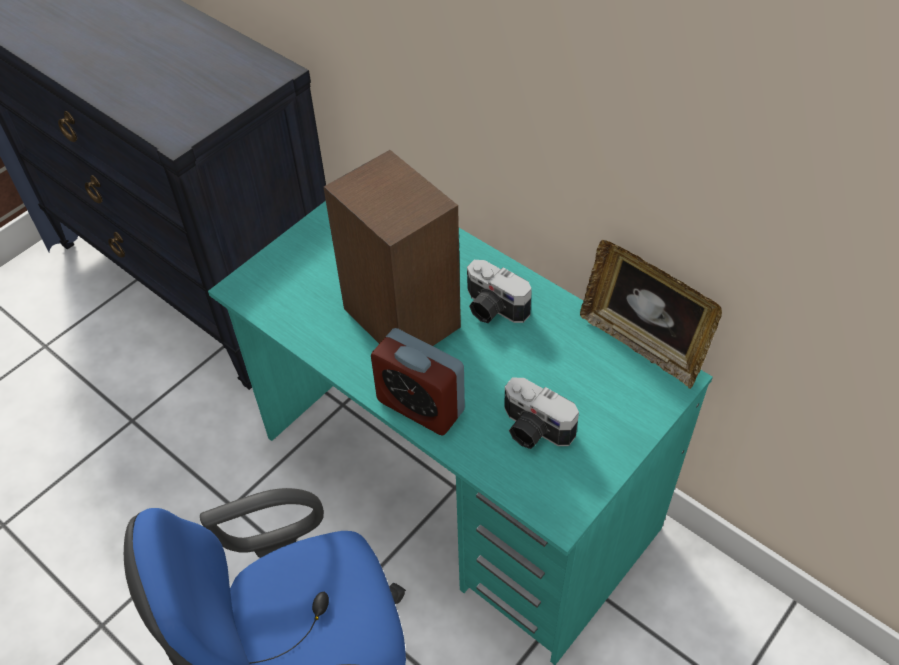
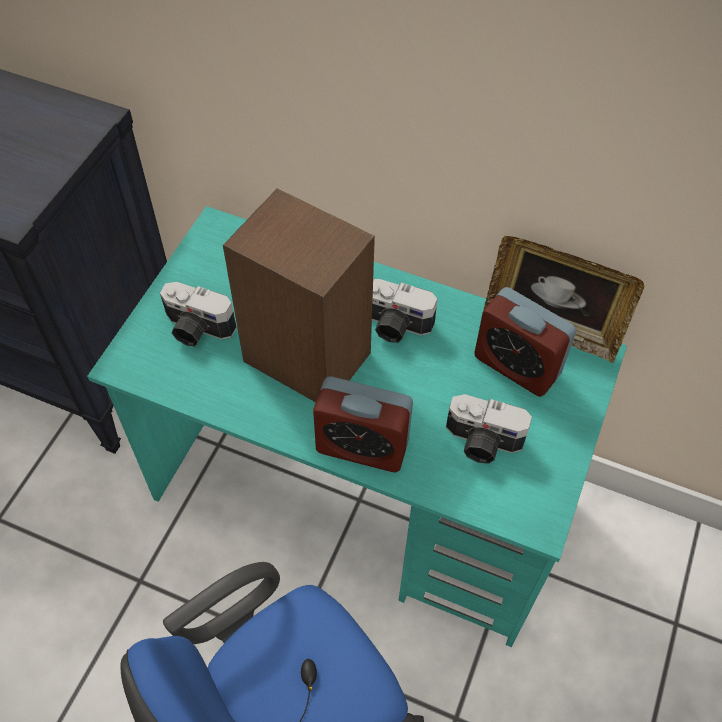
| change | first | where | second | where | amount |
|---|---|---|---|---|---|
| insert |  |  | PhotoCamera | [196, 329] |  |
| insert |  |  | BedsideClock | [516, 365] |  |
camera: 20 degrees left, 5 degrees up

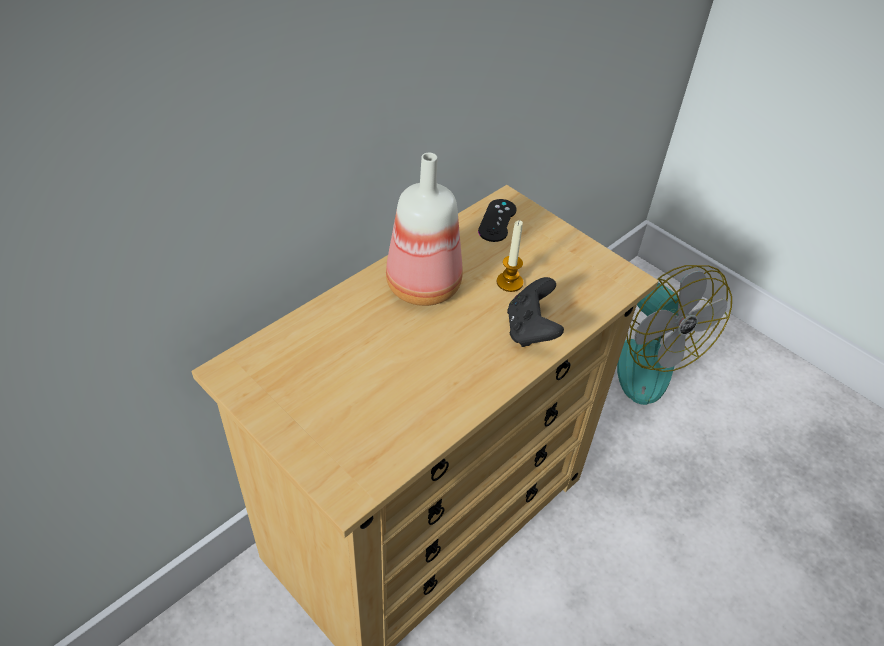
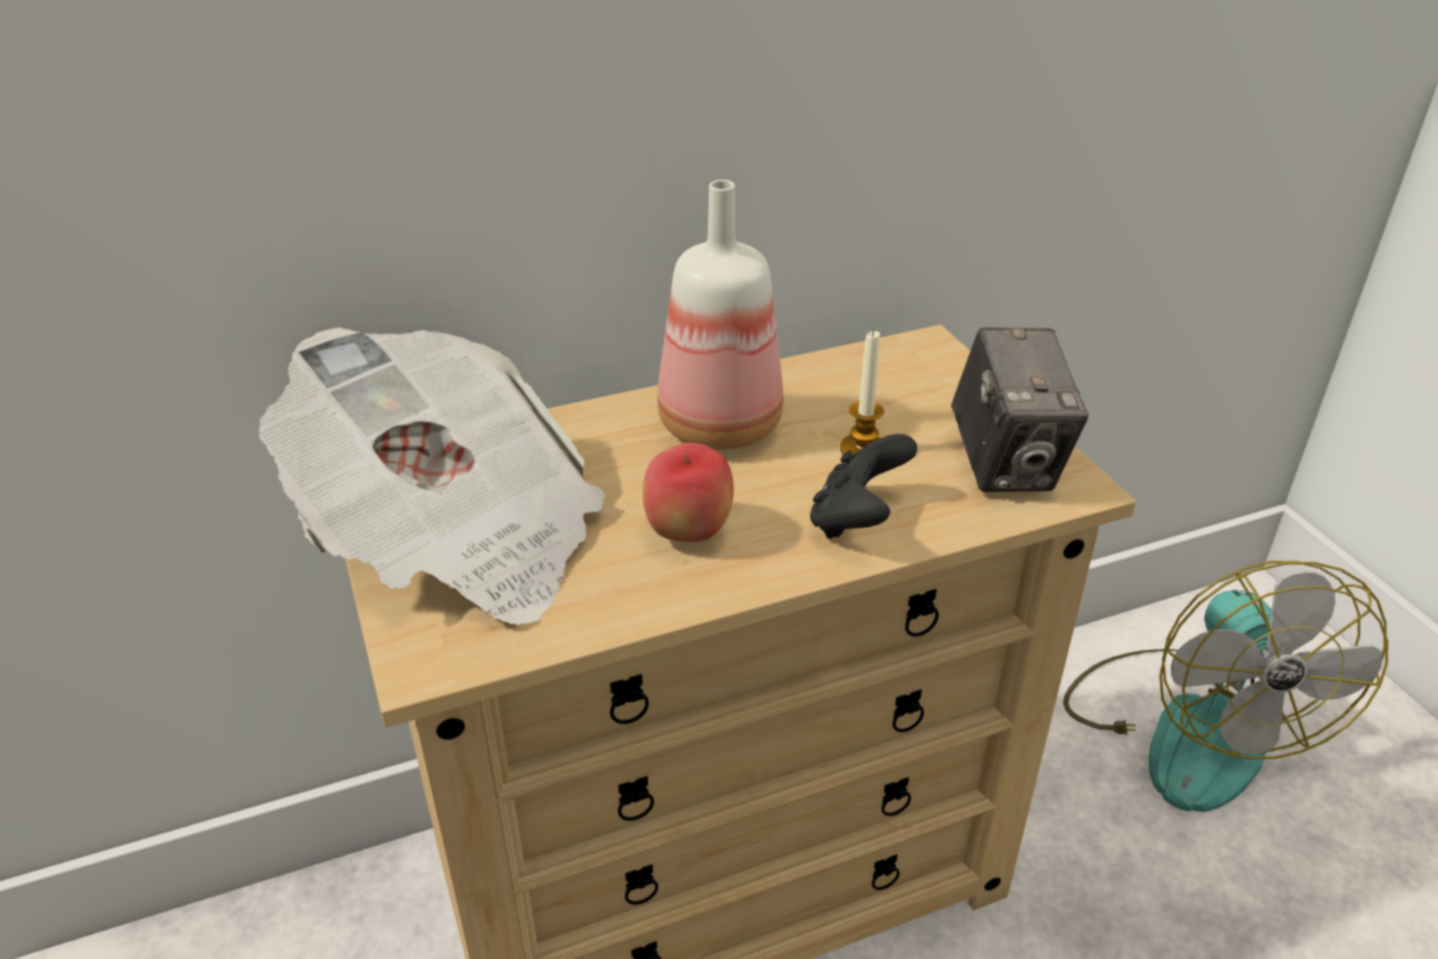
| change | first | where | second | where | amount |
|---|---|---|---|---|---|
| delete | BlackishGameController | [497, 220] |  |  |  |
| insert |  |  | Newspaper | [454, 535] |  |
| insert |  |  | WholeApple | [688, 532] |  |
| insert |  |  | PhotoCamera | [1006, 464] |  |
camera: 25 degrees right, 10 degrees down

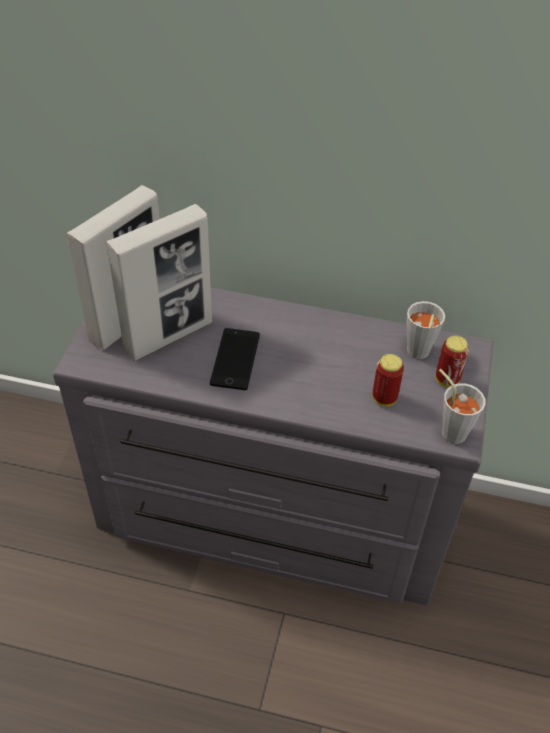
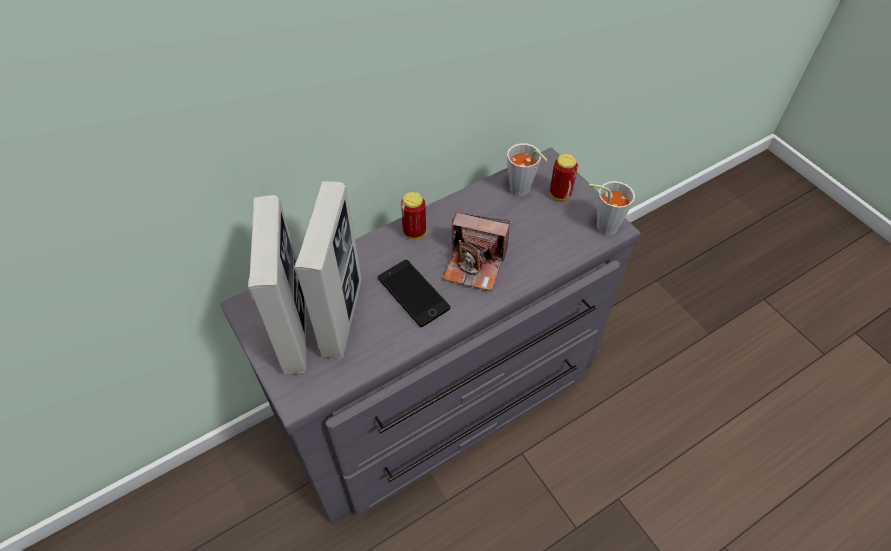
| change | first | where | second | where | amount |
|---|---|---|---|---|---|
| move | SealedCan | [384, 398] |  | [414, 232] |  |
| insert |  |  | PhotoCamera | [475, 264] |  |
camera: 45 degrees left, 5 degrees up

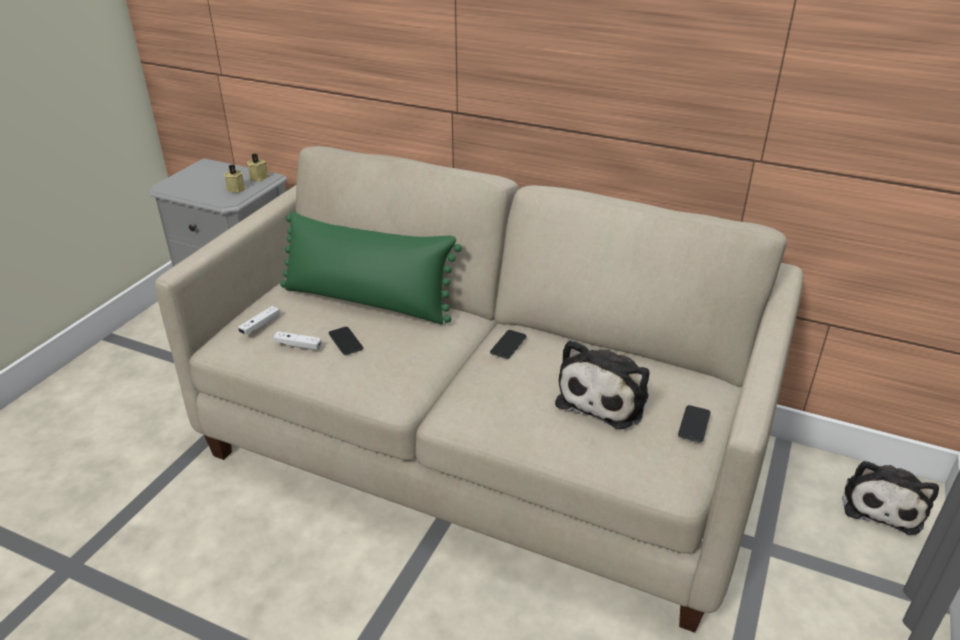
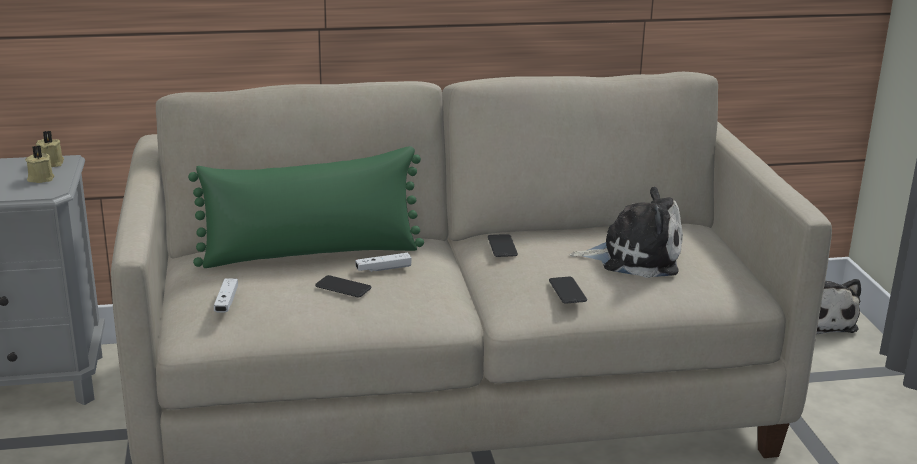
| change | first | where | second | where | amount |
|---|---|---|---|---|---|
| move | WhitishGameController | [298, 345] |  | [383, 269] |  |
| rotate | CuddlyToy | [605, 398] |  | [635, 257] | 75 degrees counterclockwise |
| move | Phone | [694, 424] |  | [567, 291] |  |
camera: 35 degrees left, 10 degrees down

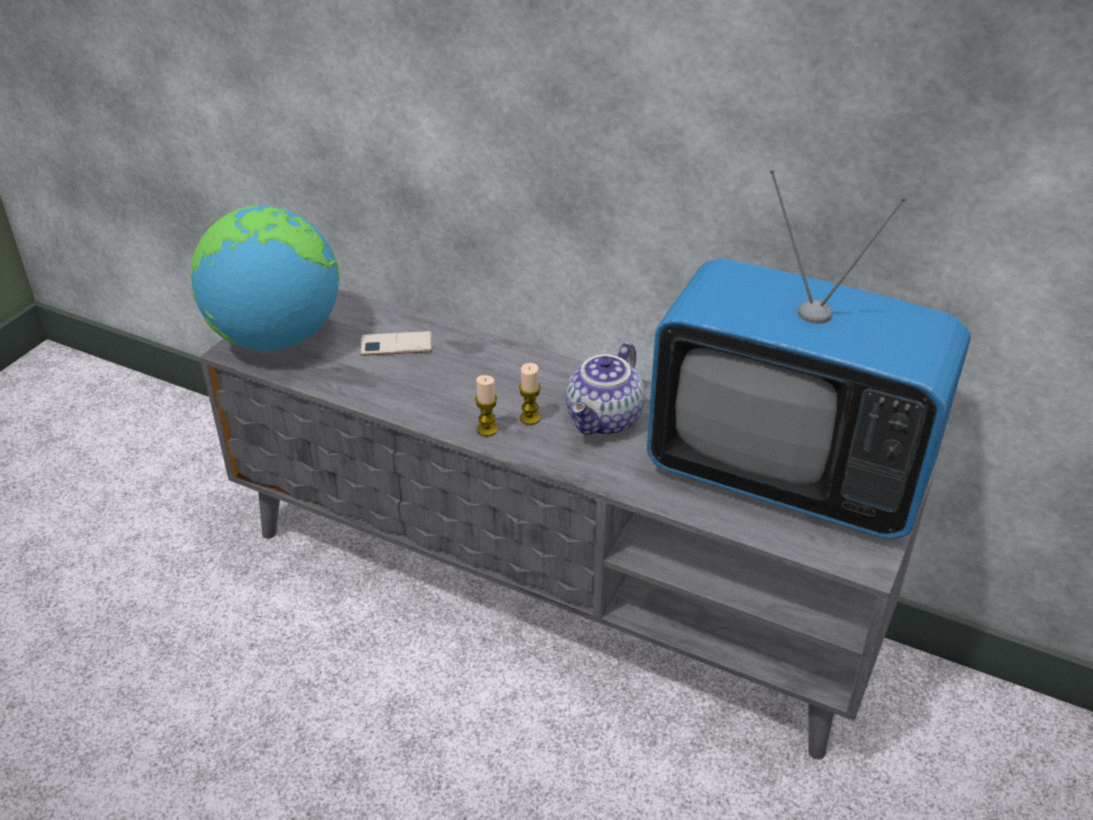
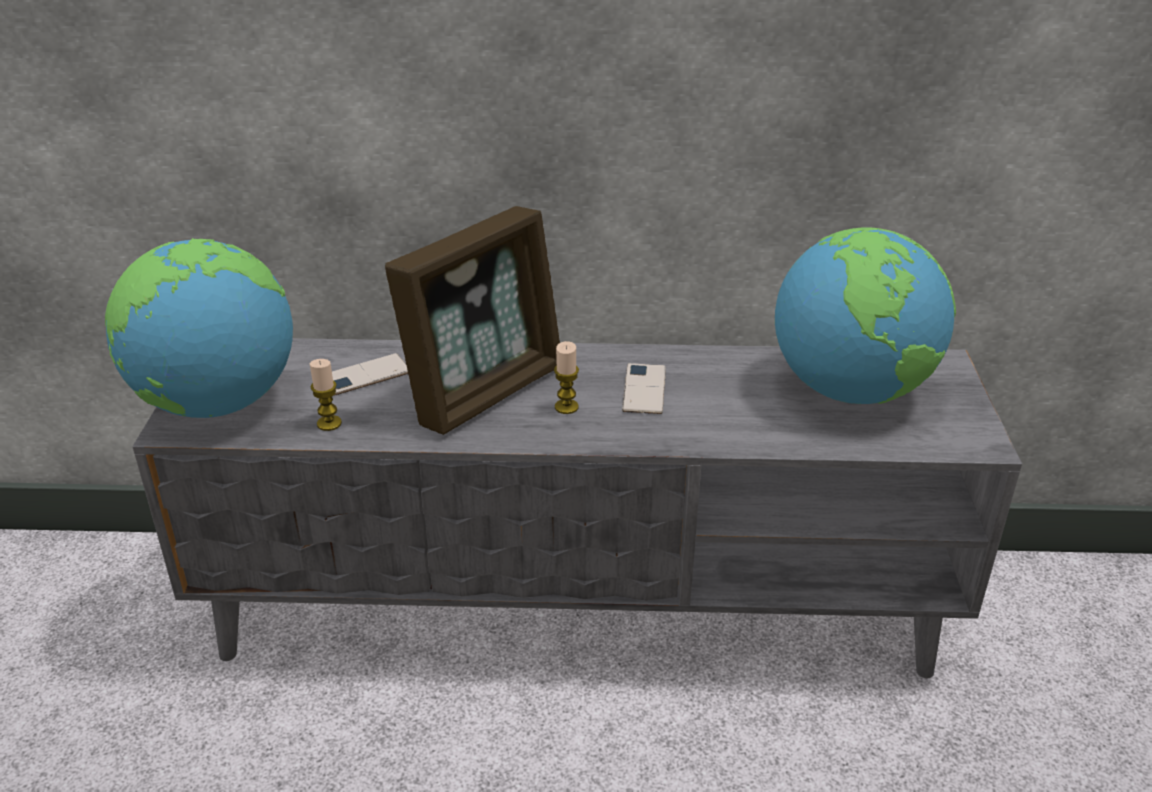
| change | first | where | second | where | amount |
|---|---|---|---|---|---|
| move | Candle | [487, 429] |  | [329, 423] |  |
| replace | TeaPot | [605, 420] | Phone | [644, 389] |  |
| replace | TvSet | [788, 474] | WorldGlobe | [851, 390] |  |
| insert |  |  | PhotoFrame | [485, 391] |  |
camera: 25 degrees left, 5 degrees down

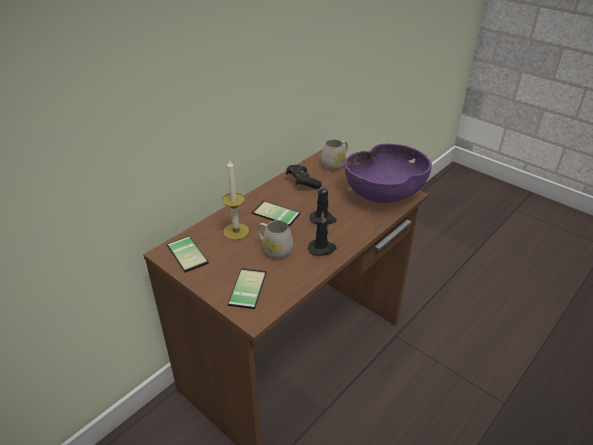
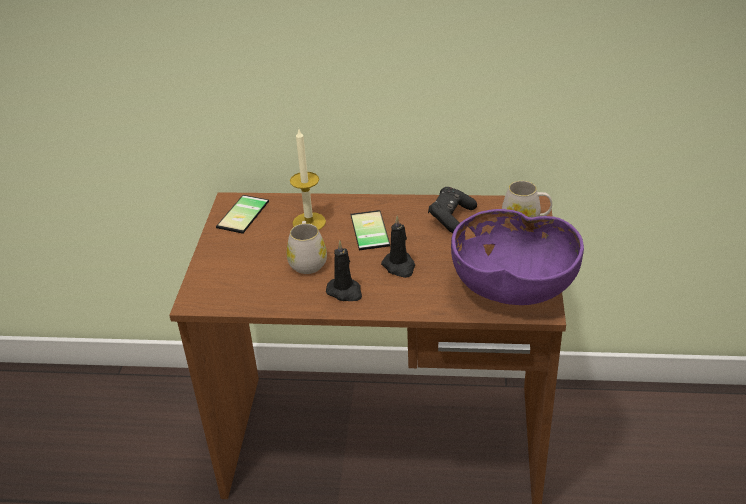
| change | first | where | second | where | amount |
|---|---|---|---|---|---|
| delete | Phone | [245, 288] |  |  |  |
camera: 55 degrees right, 0 degrees up

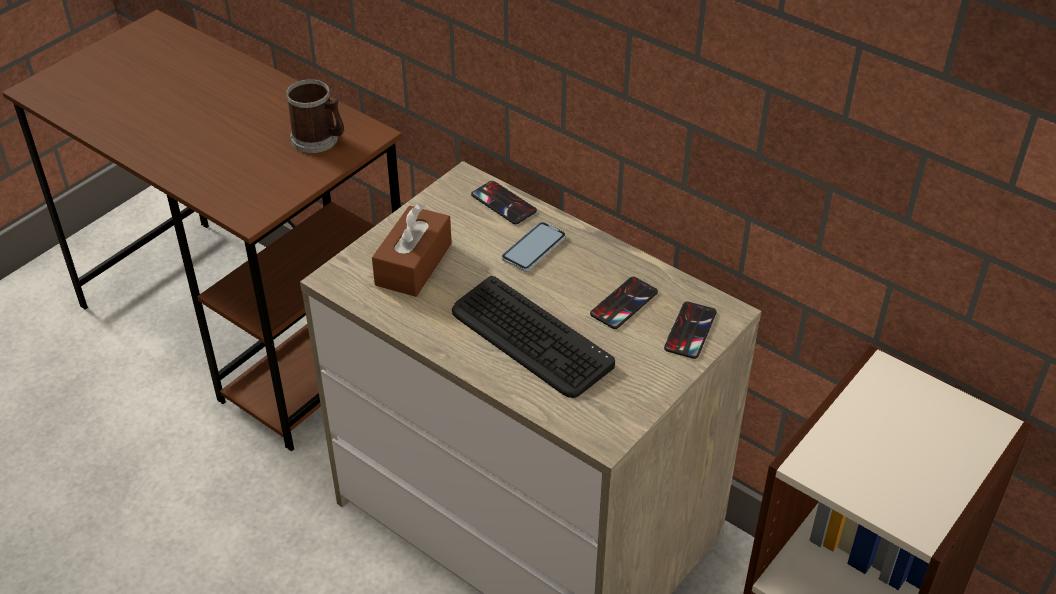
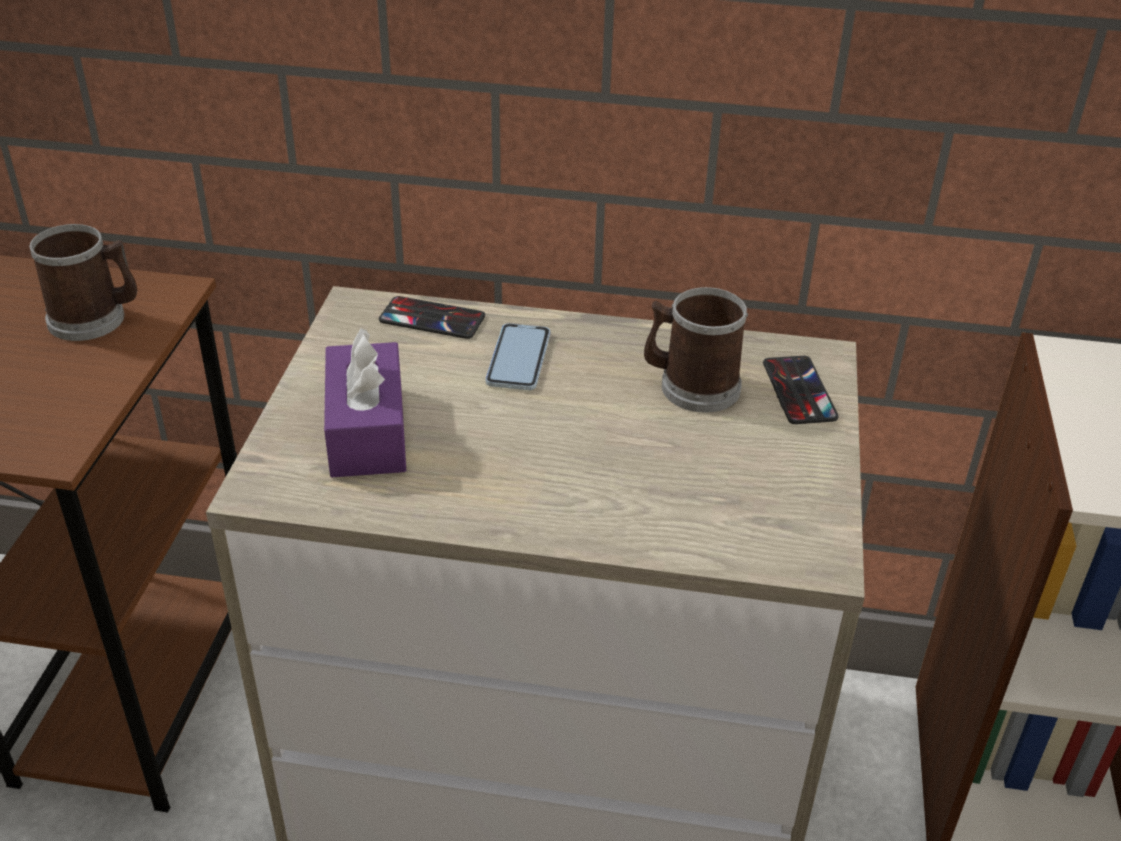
| change | first | where | second | where | amount |
|---|---|---|---|---|---|
| recolor | BrownishTissueBox | [413, 264] | PurpleTissueBox | [367, 431] |  |
| delete | ComputerKeyboard | [530, 338] |  |  |  |
| replace | Phone | [624, 303] | TeaMug | [691, 386] |  |
camera: 30 degrees left, 5 degrees down

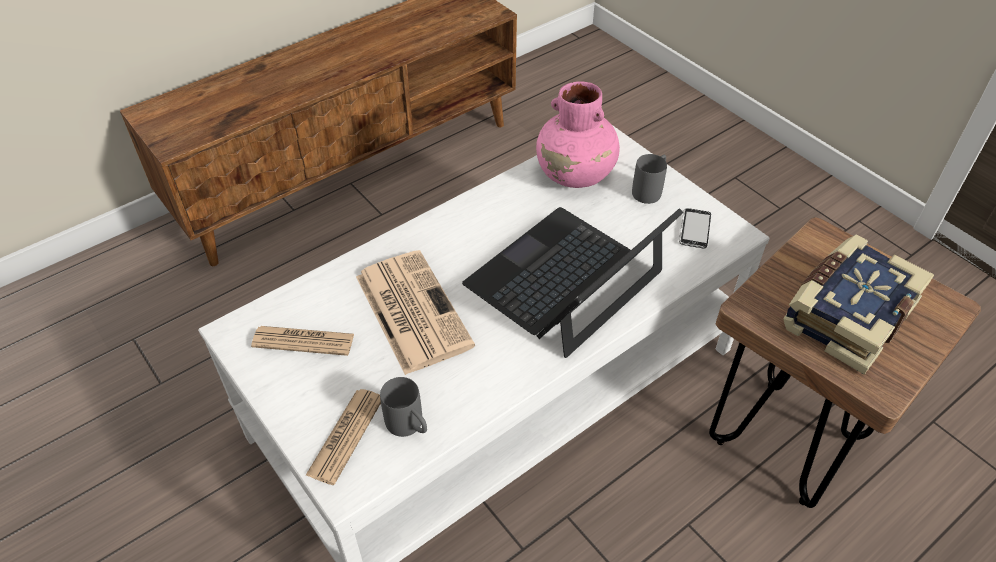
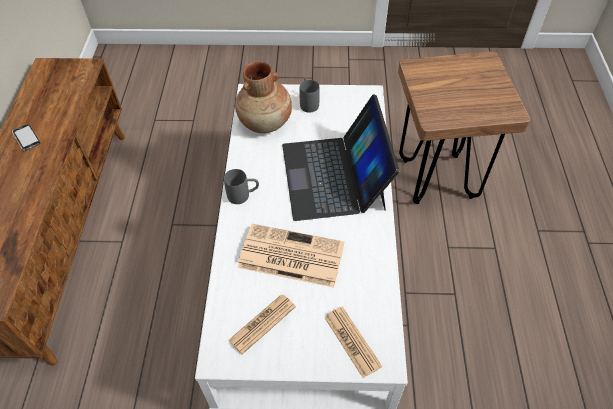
| change | first | where | second | where | amount |
|---|---|---|---|---|---|
| move | GreyishTeaMug | [409, 427] |  | [243, 195] |  |
| recolor | PinkishDecorativeVase | [575, 175] | BrownishDecorativeVase | [265, 122] |  |
| move | Phone | [694, 229] |  | [26, 138] |  |
| delete | Book | [846, 315] |  |  |  |
camera: 50 degrees left, 5 degrees up

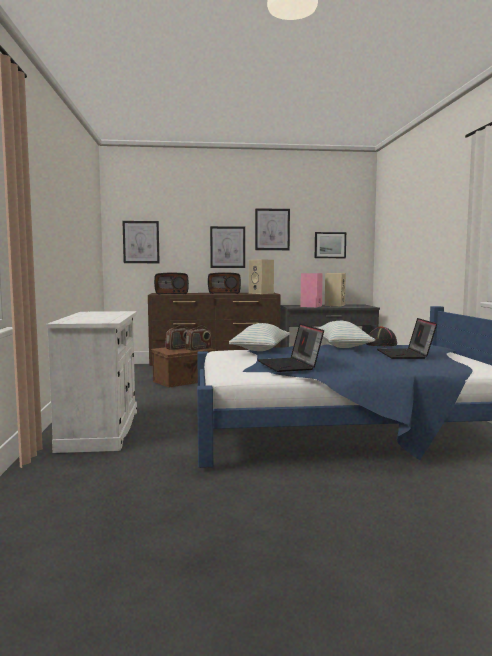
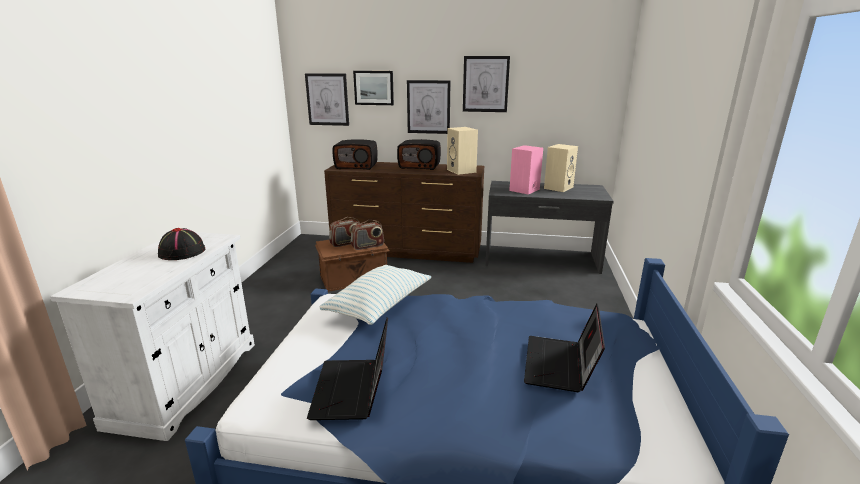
| change | first | where | second | where | amount |
|---|---|---|---|---|---|
| move | WallPicture | [330, 245] |  | [374, 88] |  |
| delete | Pillow | [341, 346] |  |  |  |
| move | BlackishHat | [381, 344] |  | [182, 252] |  |
camera: 15 degrees right, 15 degrees up

